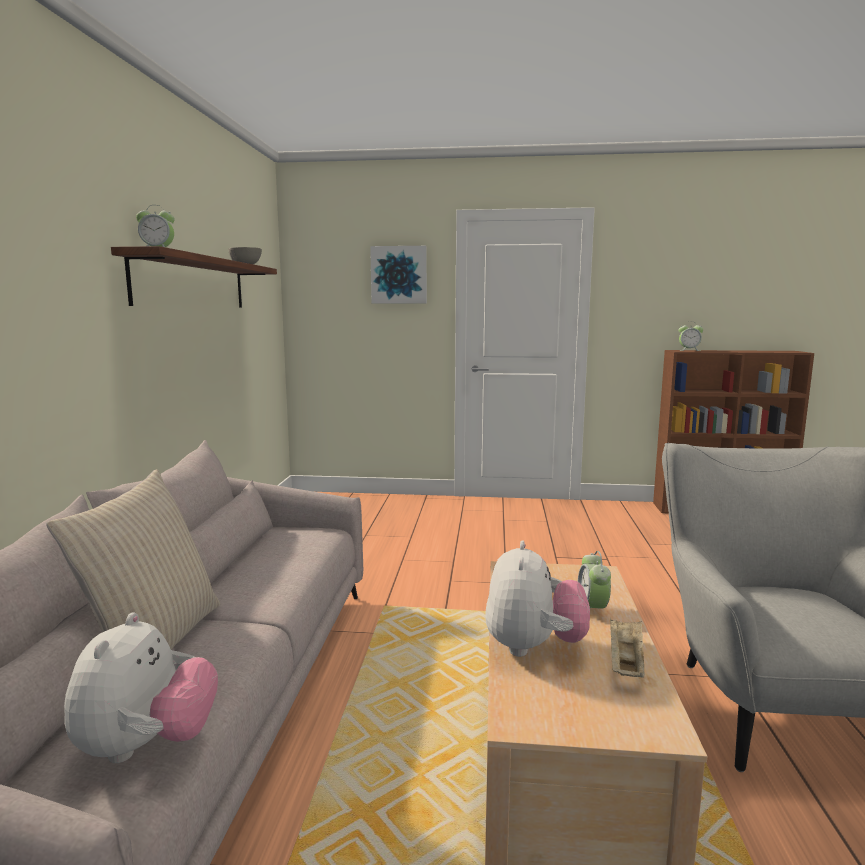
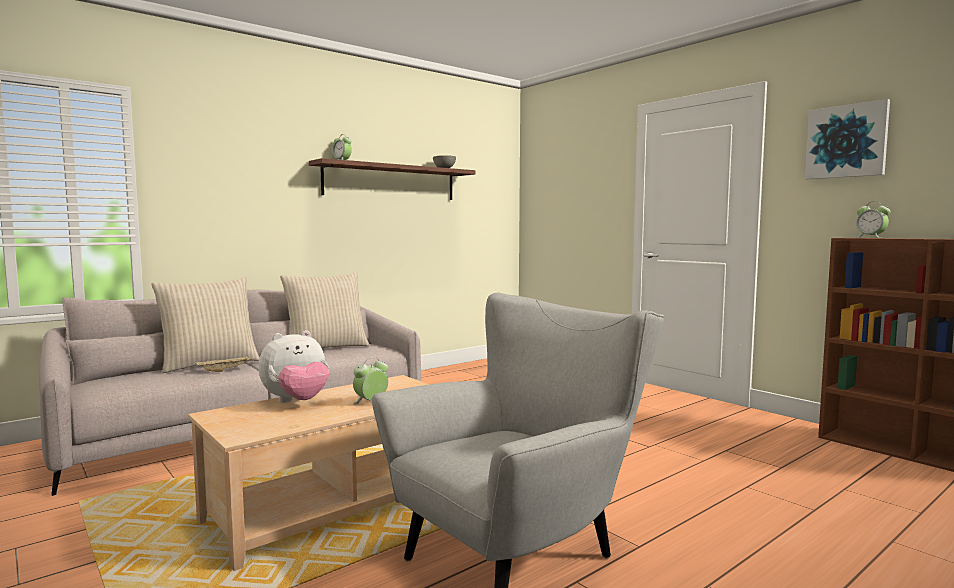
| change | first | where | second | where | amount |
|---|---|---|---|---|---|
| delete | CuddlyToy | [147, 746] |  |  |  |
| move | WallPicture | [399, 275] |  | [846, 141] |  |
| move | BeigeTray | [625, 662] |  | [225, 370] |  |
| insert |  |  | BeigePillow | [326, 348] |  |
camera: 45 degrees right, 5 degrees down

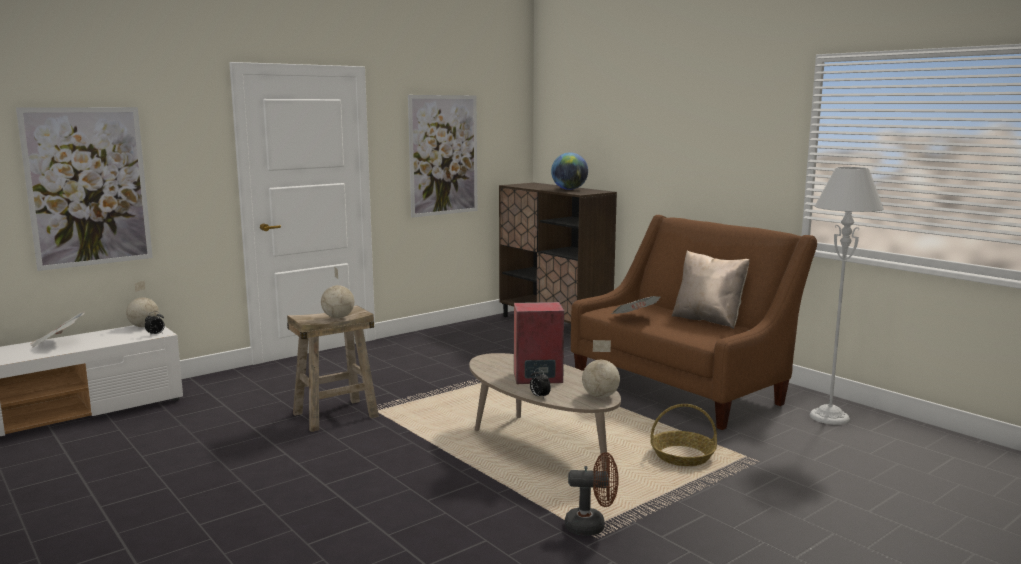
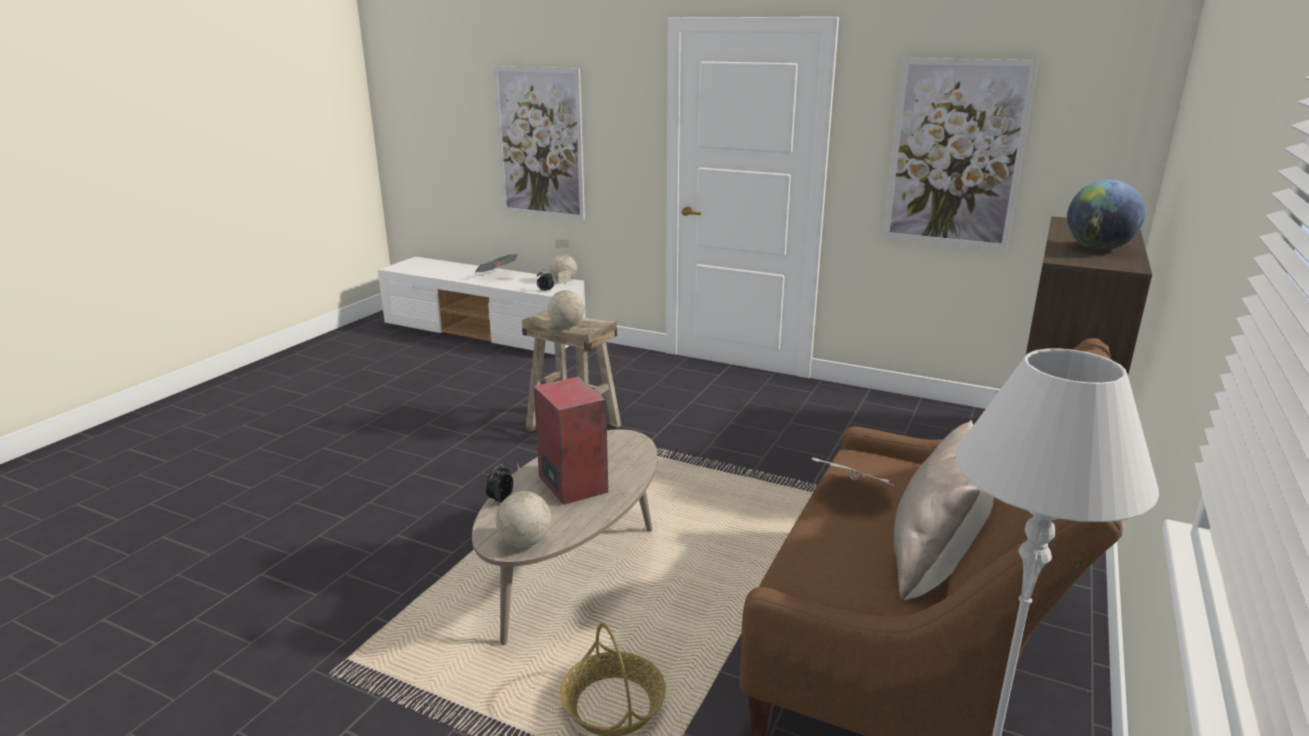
| change | first | where | second | where | amount |
|---|---|---|---|---|---|
| delete | BrownishElectricFan | [592, 526] |  |  |  |
camera: 65 degrees right, 10 degrees up

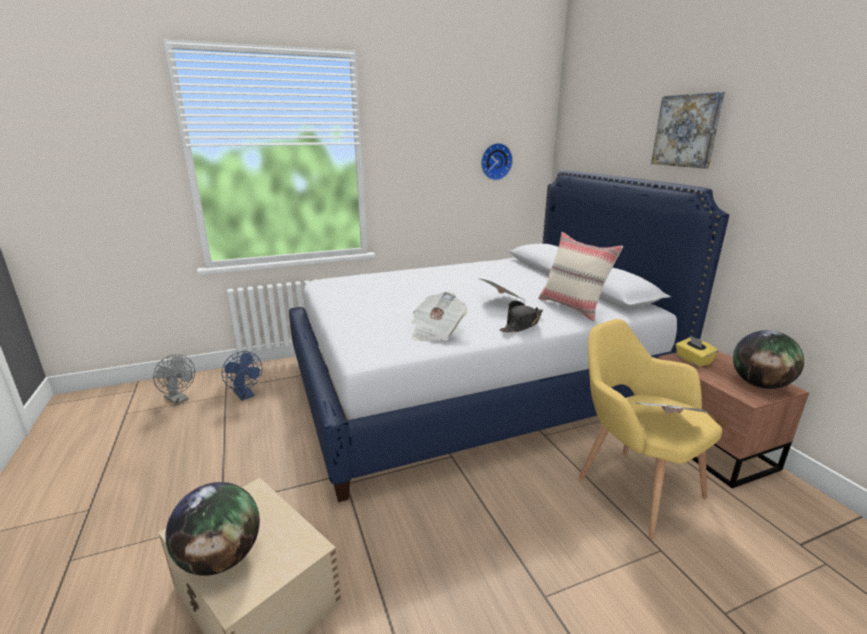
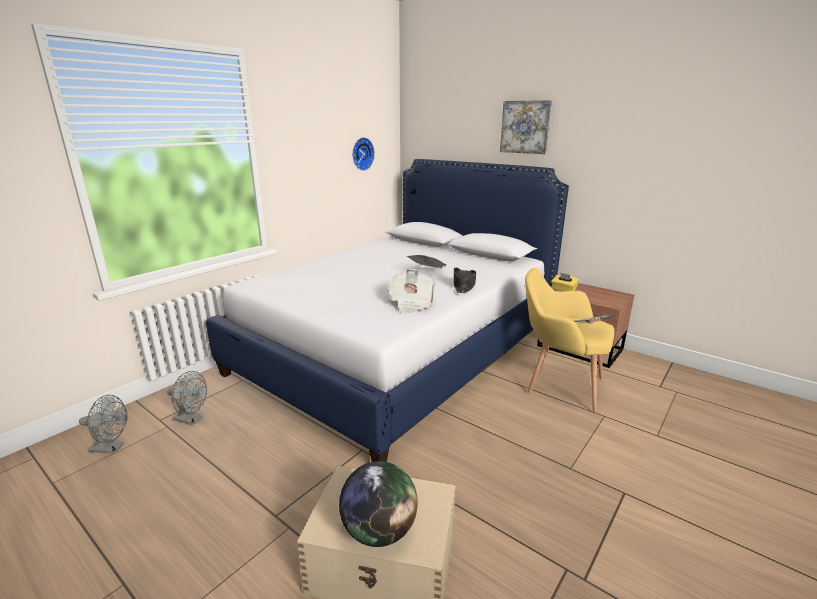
| change | first | where | second | where | amount |
|---|---|---|---|---|---|
| recolor | BluishElectricFan | [245, 395] | GreyishElectricFan | [192, 419] |  |
| delete | BeigePillow | [573, 307] |  |  |  |
| delete | WorldGlobe | [759, 384] |  |  |  |
camera: 30 degrees left, 0 degrees up

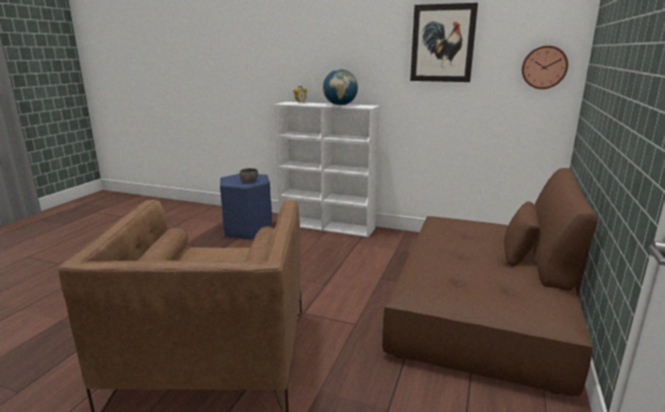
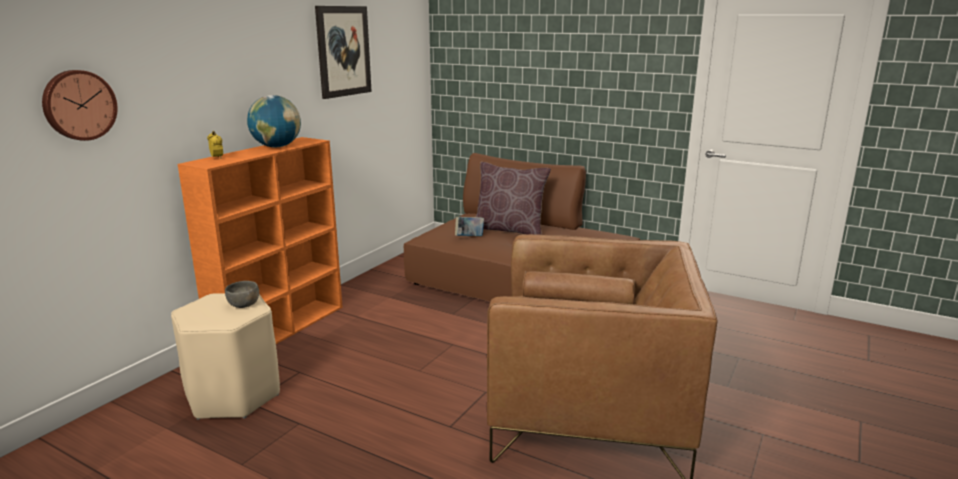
| change | first | where | second | where | amount |
|---|---|---|---|---|---|
| recolor | BluishStoolSeat | [248, 230] | BeigeStoolSeat | [234, 395] |  |
| recolor | WhitishBookcase | [327, 226] | OrangeBookcase | [281, 329] |  |
| move | ClockOnTheWall | [544, 67] |  | [78, 105] |  |
| insert |  |  | Book | [469, 237] |  |
| insert |  |  | BrownishPillow | [509, 230] |  |
camera: 80 degrees left, 0 degrees up

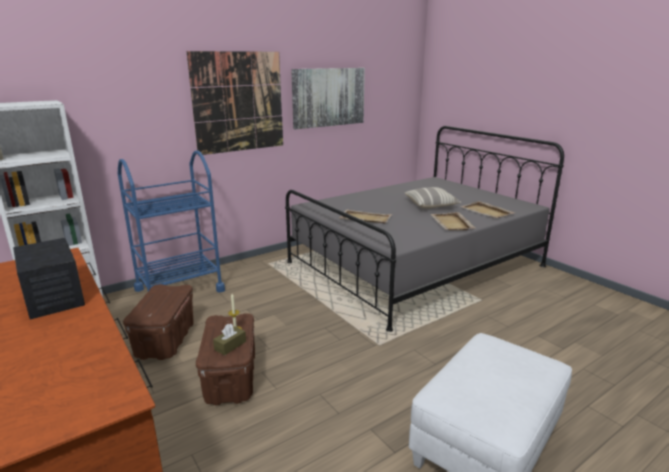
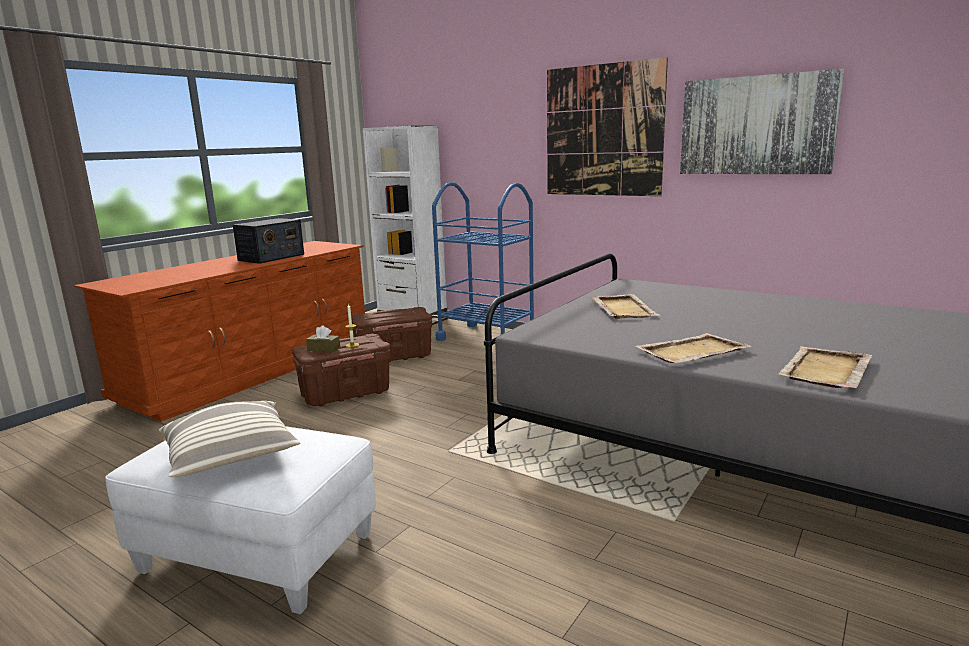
| change | first | where | second | where | amount |
|---|---|---|---|---|---|
| move | Pillow | [431, 205] |  | [232, 456] |  |
camera: 70 degrees right, 5 degrees down

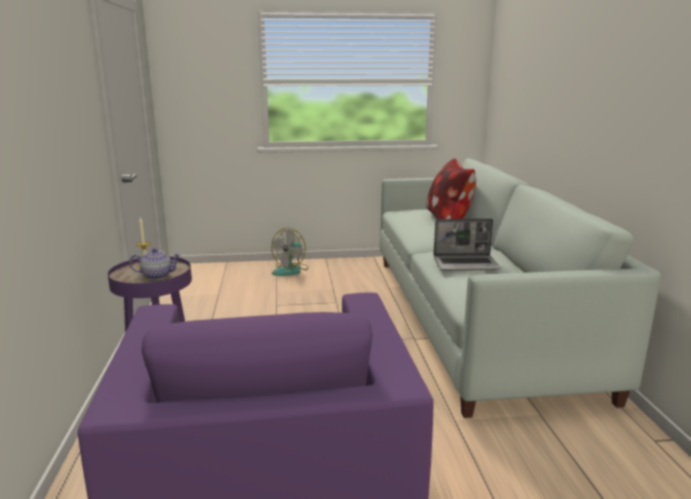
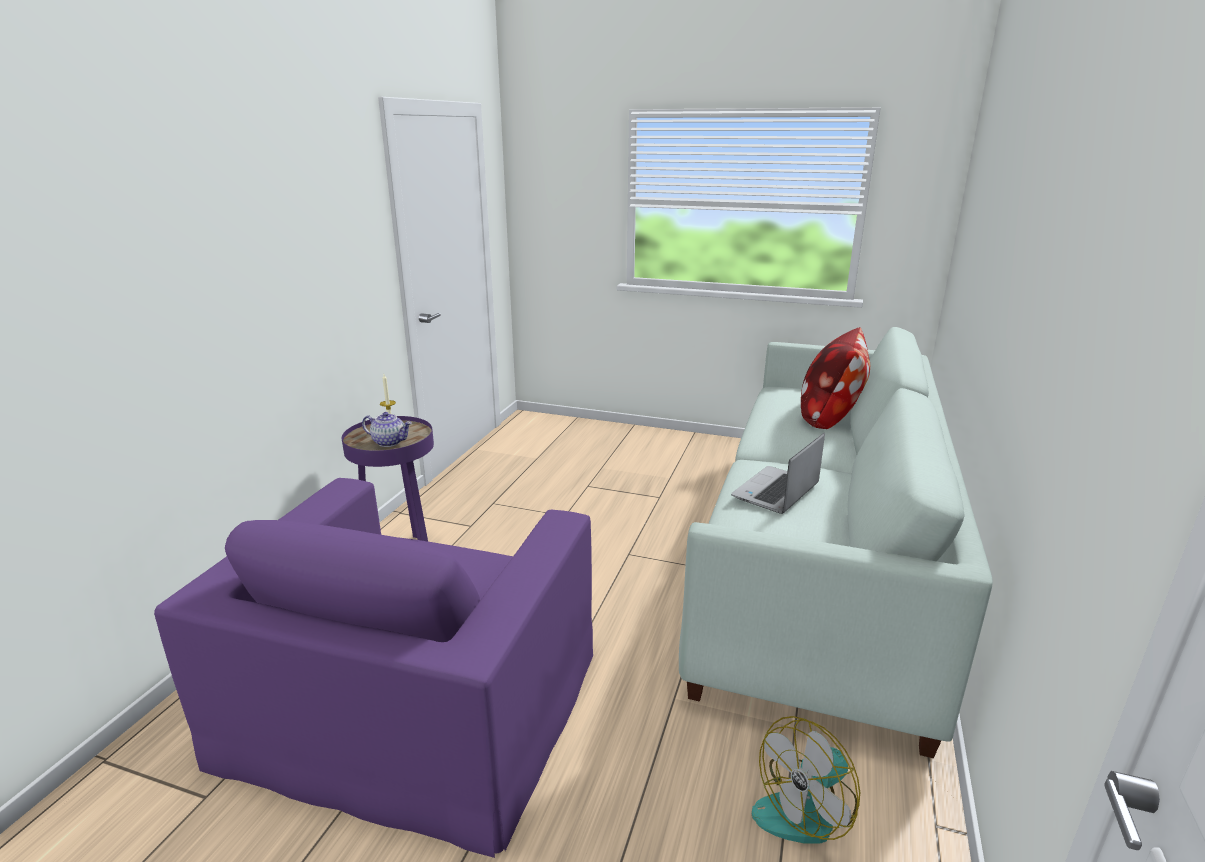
| change | first | where | second | where | amount |
|---|---|---|---|---|---|
| move | ElectricFan | [291, 270] |  | [806, 809] |  |
| rotate | PortableComputer | [466, 264] |  | [776, 492] | 105 degrees clockwise |
camera: 25 degrees right, 5 degrees up

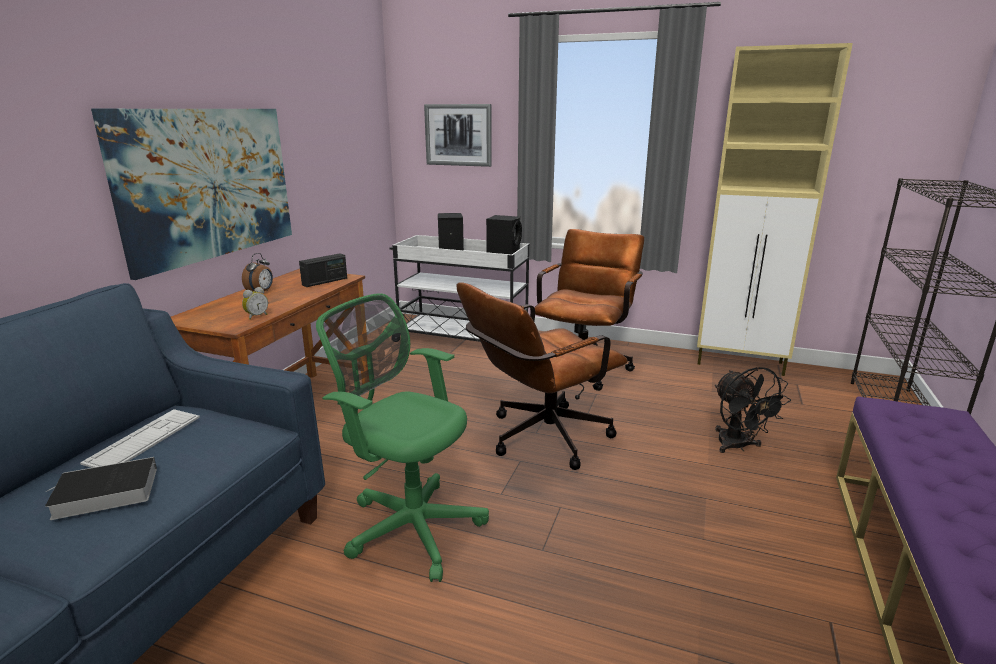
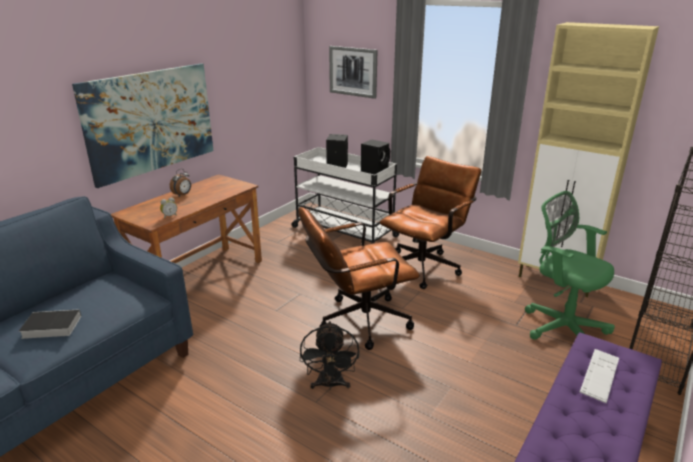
| change | first | where | second | where | amount |
|---|---|---|---|---|---|
| move | ComputerKeyboard | [144, 440] |  | [599, 375] |  |
| delete | Radio | [325, 281] |  |  |  |
| move | GreenishComputerChair | [410, 525] |  | [561, 327] |  |
| move | BlackishElectricFan | [738, 446] |  | [330, 385] |  |
camera: 15 degrees right, 5 degrees up

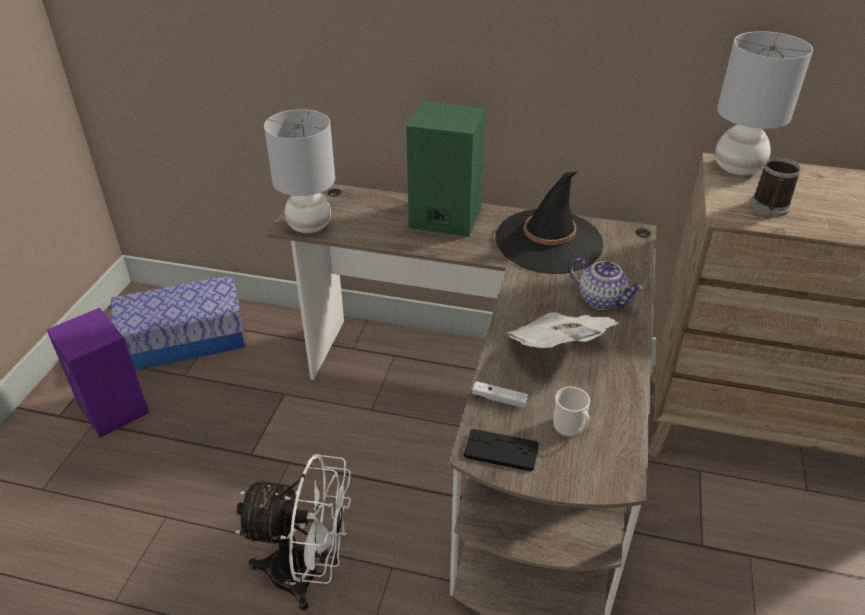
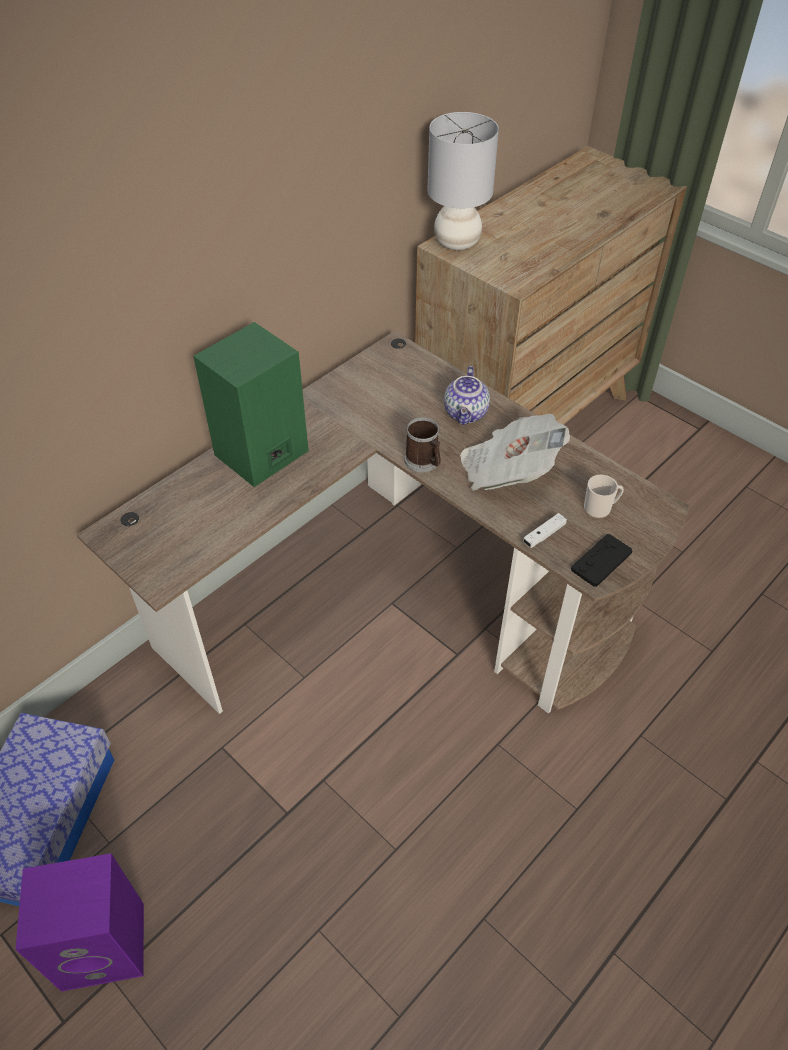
| change | first | where | second | where | amount |
|---|---|---|---|---|---|
| delete | WhitishElectricFan | [307, 573] |  |  |  |
| delete | GreyishTableLamp | [309, 225] |  |  |  |
| delete | BlackishHat | [548, 242] |  |  |  |
| rotate | TeaPot | [602, 300] |  | [467, 413] | 120 degrees clockwise |
| move | TeaMug | [769, 208] |  | [424, 462] |  |
camera: 60 degrees left, 10 degrees up

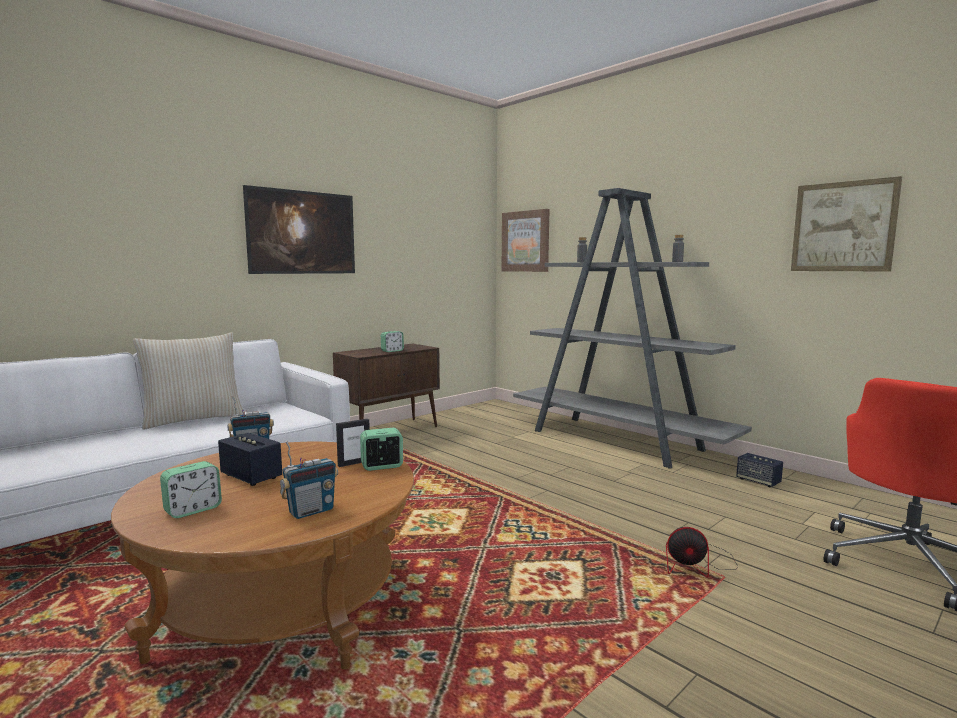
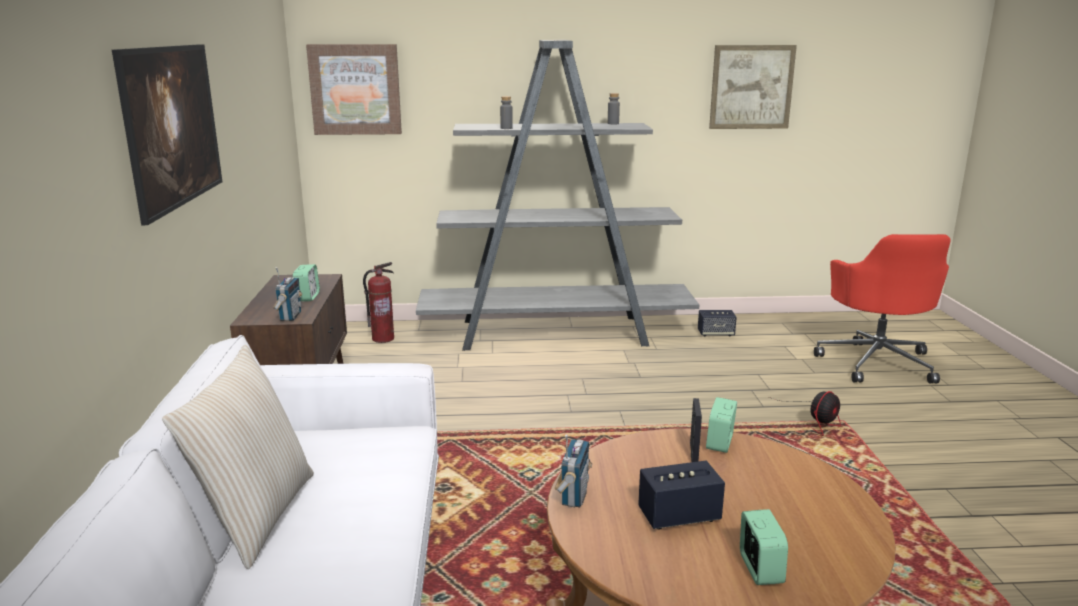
| change | first | where | second | where | amount |
|---|---|---|---|---|---|
| move | Radio | [311, 511] |  | [290, 316] |  |
| insert |  |  | Extinguisher | [383, 338] |  |
camera: 50 degrees left, 10 degrees up

